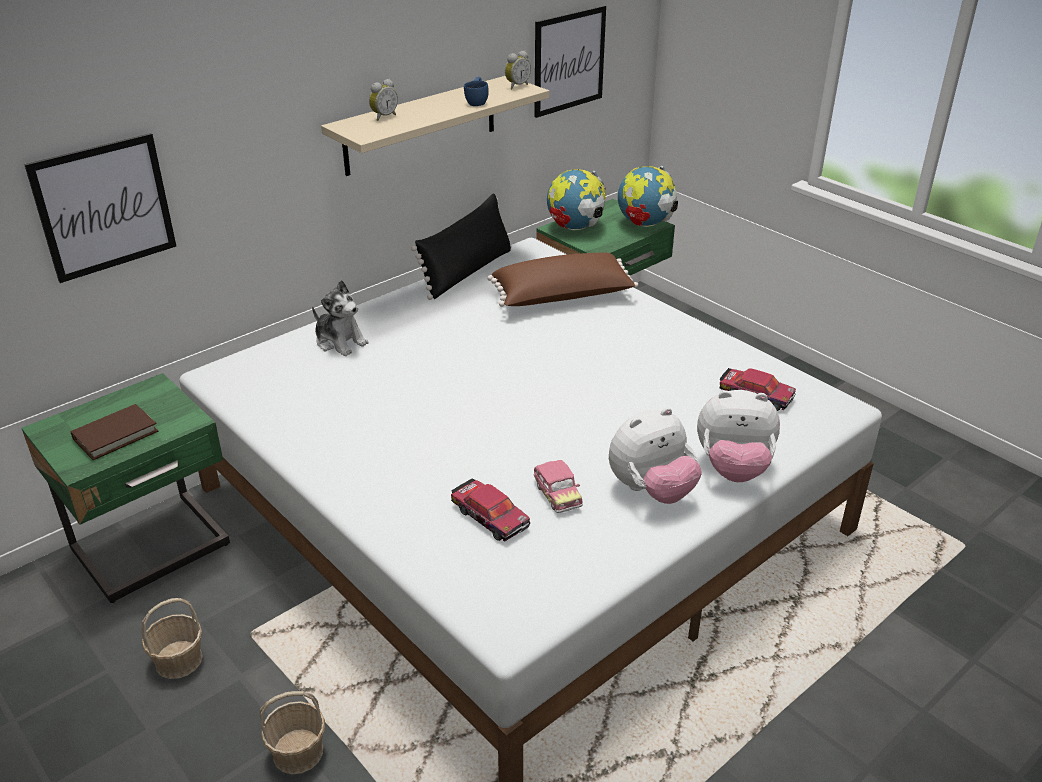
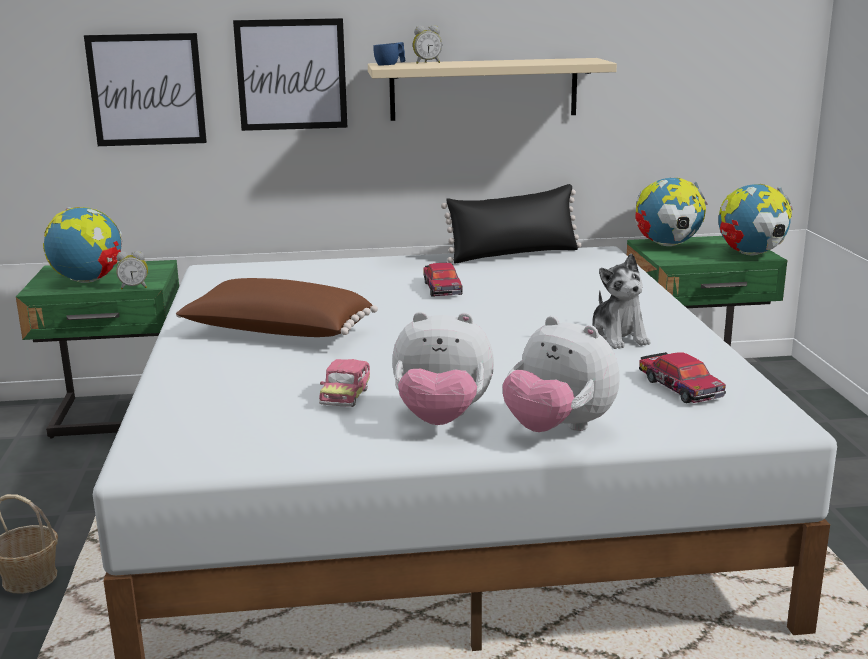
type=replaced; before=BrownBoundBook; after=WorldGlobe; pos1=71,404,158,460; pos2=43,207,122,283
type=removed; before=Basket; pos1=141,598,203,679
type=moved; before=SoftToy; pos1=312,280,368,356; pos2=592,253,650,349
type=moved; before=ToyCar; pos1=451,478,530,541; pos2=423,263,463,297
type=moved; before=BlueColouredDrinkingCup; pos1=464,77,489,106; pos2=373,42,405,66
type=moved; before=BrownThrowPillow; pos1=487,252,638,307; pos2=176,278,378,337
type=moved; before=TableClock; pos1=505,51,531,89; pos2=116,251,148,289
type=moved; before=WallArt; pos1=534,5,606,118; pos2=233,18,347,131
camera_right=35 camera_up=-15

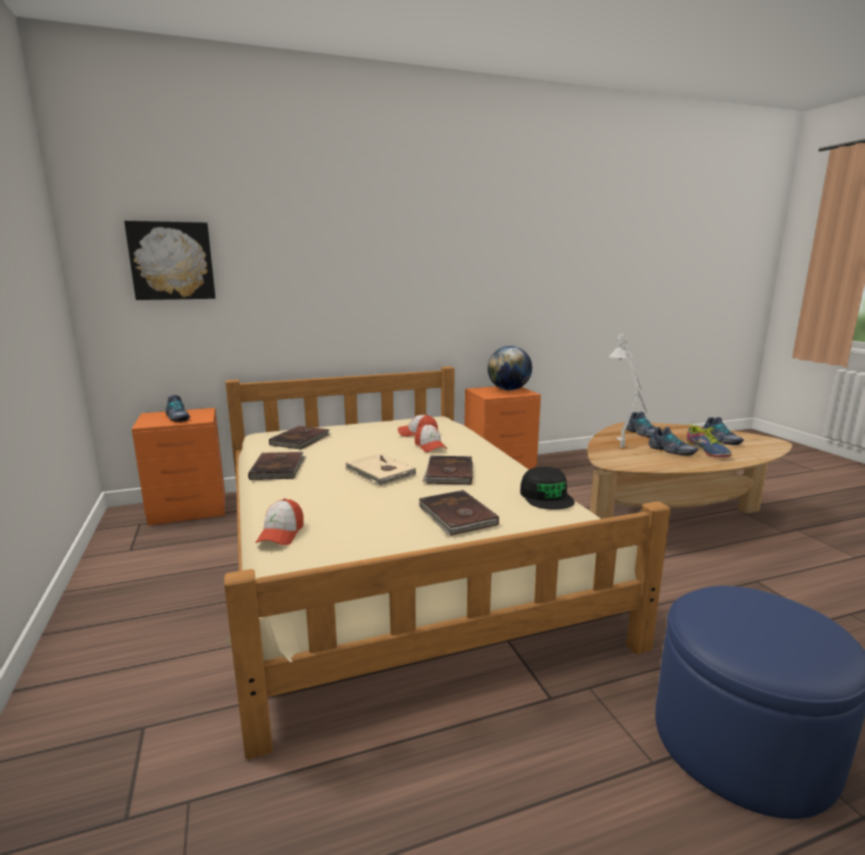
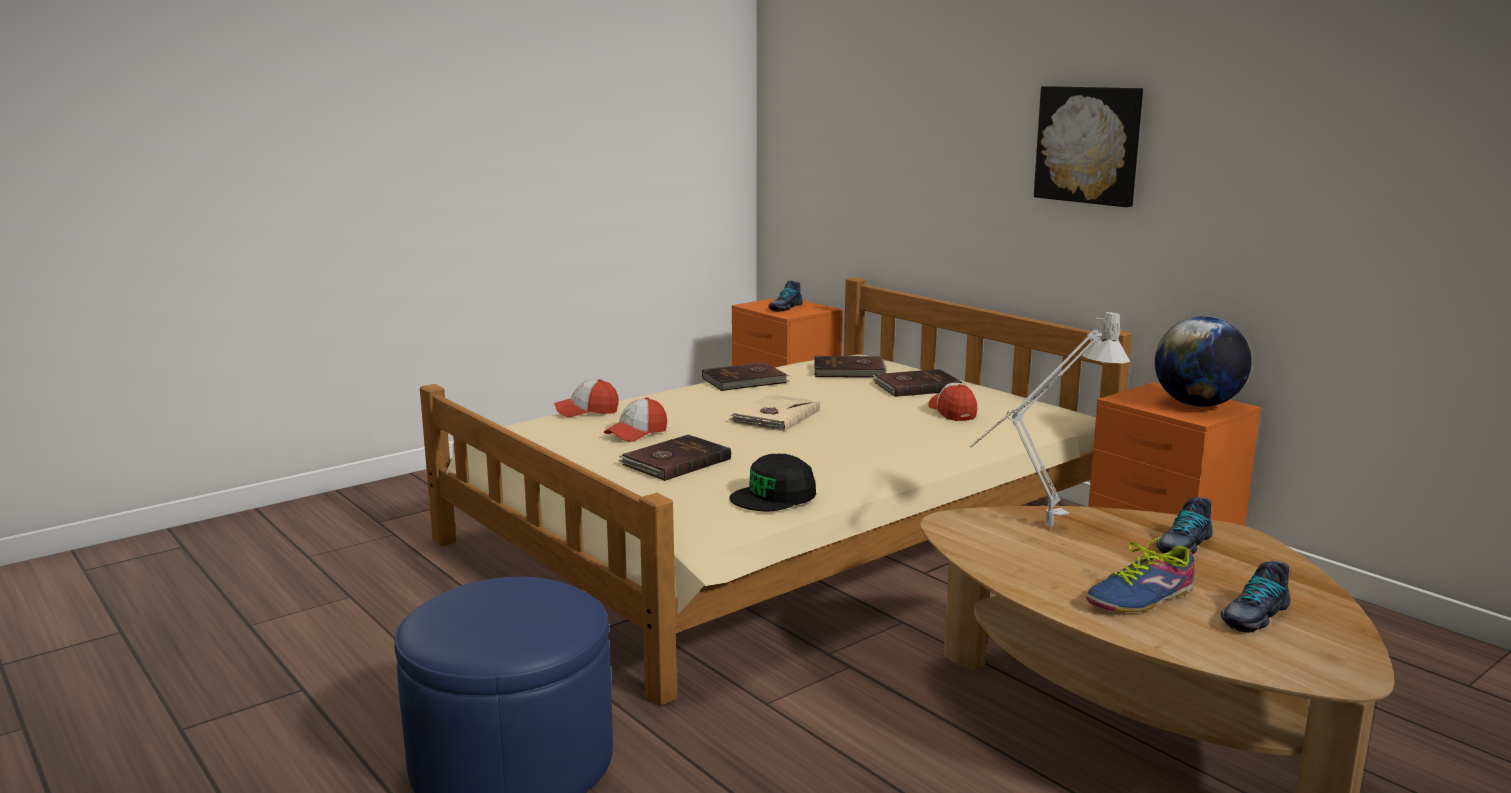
type=moved; before=WallArt; pos1=124,221,216,300; pos2=1034,86,1143,207
type=moved; before=PeakedCap; pos1=415,424,447,452; pos2=604,397,667,442
type=moved; before=BrownBoundBook; pos1=422,456,473,485; pos2=872,369,962,397
type=removed; before=Shoe; pos1=648,427,698,456
camera_right=70 camera_up=0

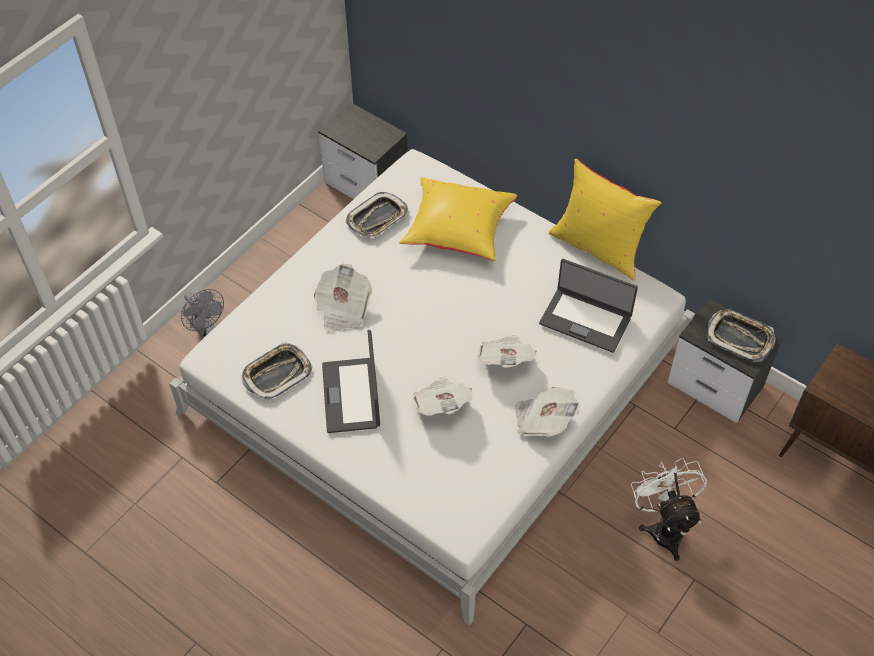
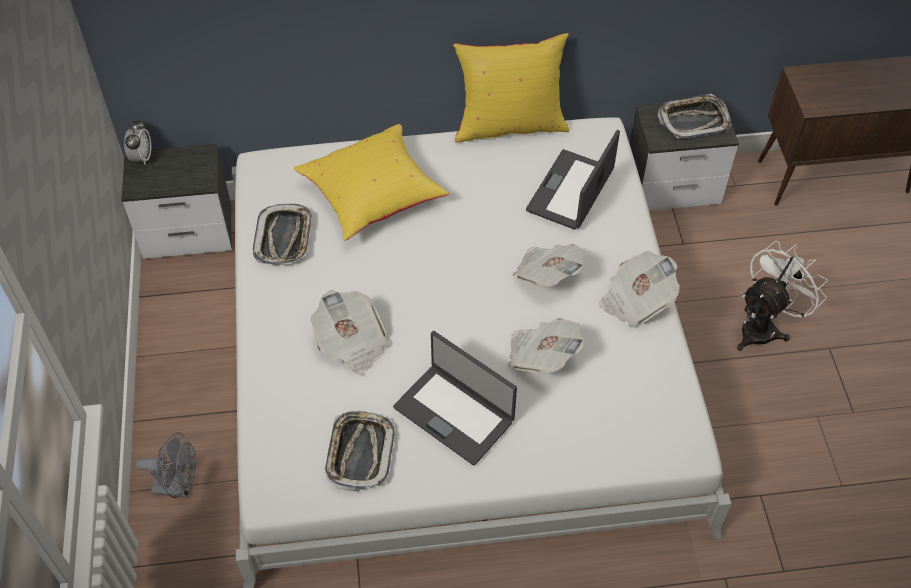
type=turned; before=Laptop; pos1=539,259,638,353; pos2=526,130,620,230; turn=135
type=turned; before=WhiteColouredFan; pos1=631,457,707,561; pos2=737,241,828,351; turn=105
type=added; after=TableClock; pos2=124,119,151,165
camera_right=-45 camera_up=0

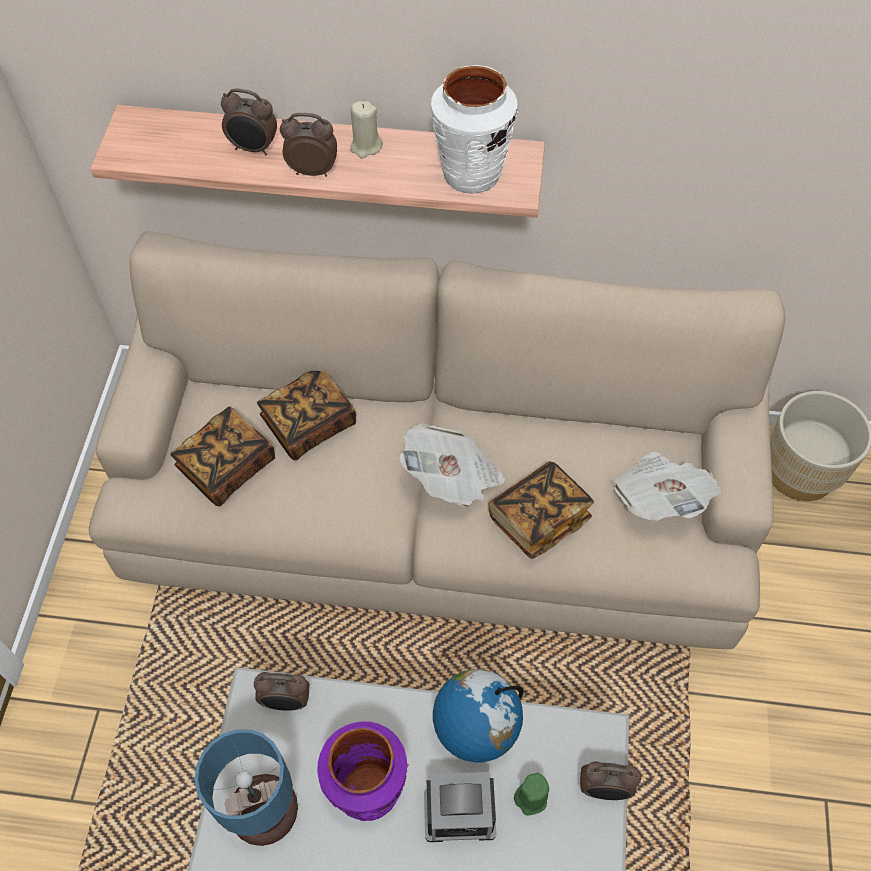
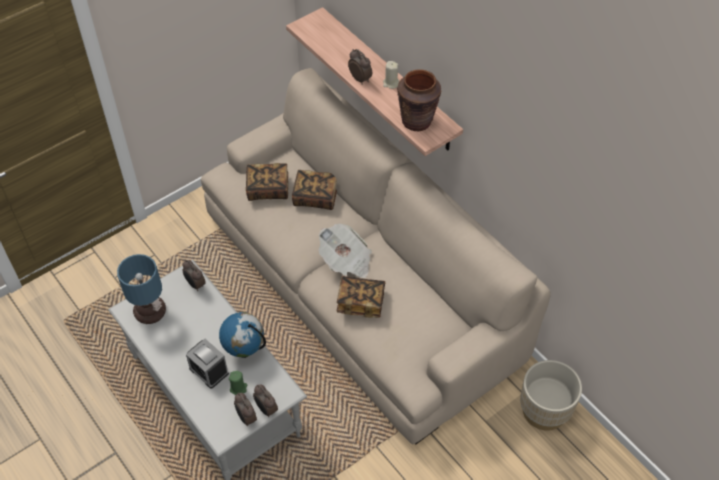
type=moved; before=TableClock; pos1=221,88,277,156; pos2=234,393,257,426
type=removed; before=PurpleColouredFlowerVase; pos1=317,721,409,821
type=recoloured; before=WhiteColouredFlowerVase; after=BrownFlowerVase; pos1=431,65,518,194; pos2=397,69,441,131
type=removed; before=DailyPaper; pos1=611,452,721,521
camera_right=45 camera_up=-5

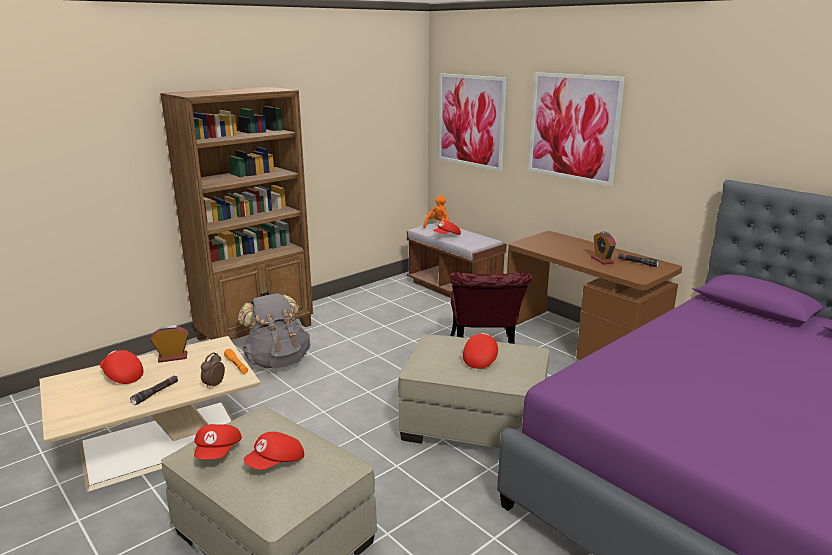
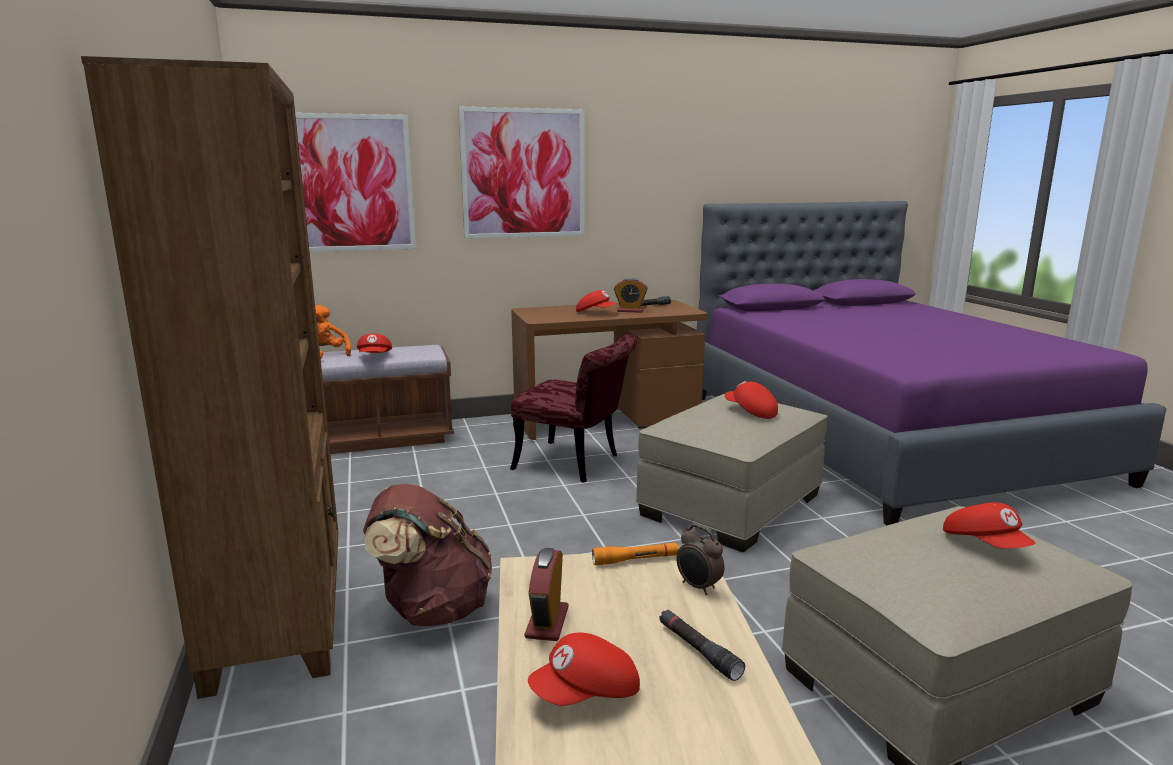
type=moved; before=RedPeakedCap; pos1=194,424,242,459; pos2=576,290,617,312
type=recoloured; before=GreyishKnapsack; after=BrownKnapsack; pos1=238,293,310,369; pos2=363,484,492,626
camera_right=-65 camera_up=-5

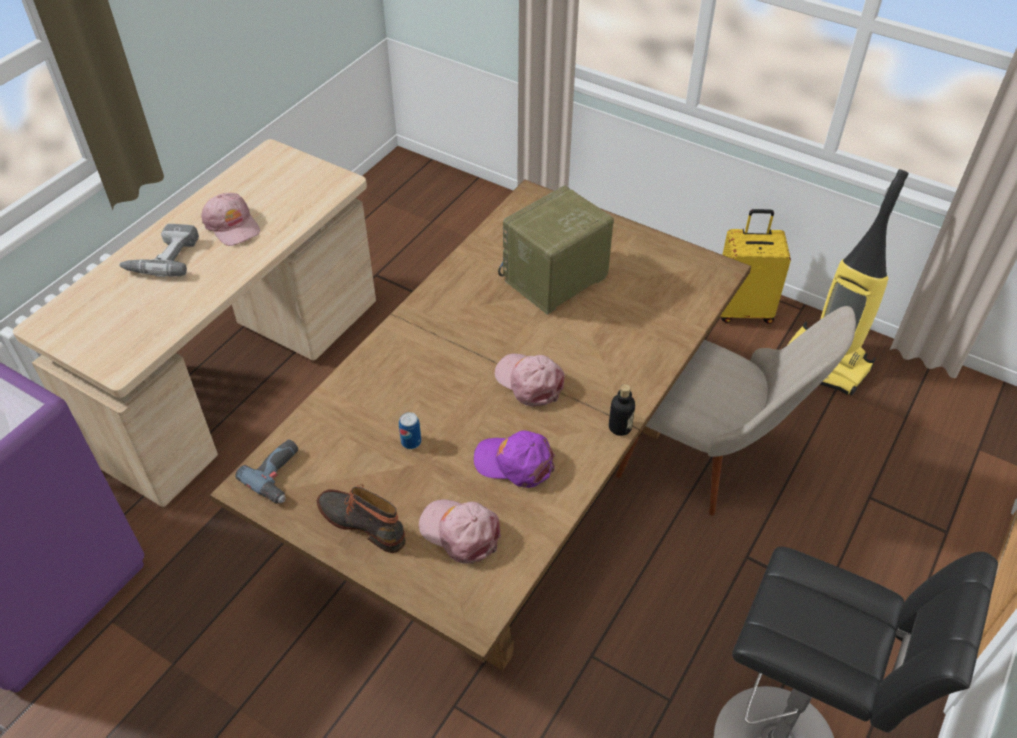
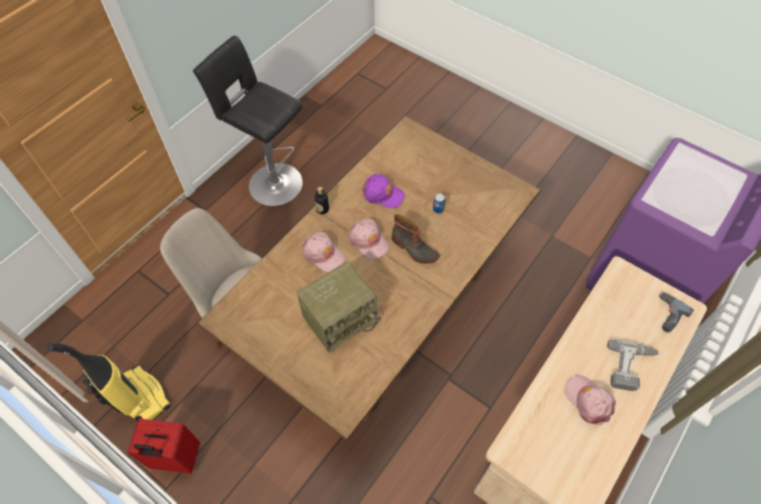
type=moved; before=PowerDrill; pos1=235,440,298,504; pos2=659,292,694,333
type=moved; before=HighTopBoot; pos1=317,484,406,553; pos2=392,214,440,264
type=moved; before=PinkishPeakedCap; pos1=419,499,501,564; pos2=302,231,345,272
type=recoloured; before=YellowColouredTravelCase; after=RedTravelCase; pos1=721,209,791,324; pos2=127,419,200,474
camera_right=-175 camera_up=10

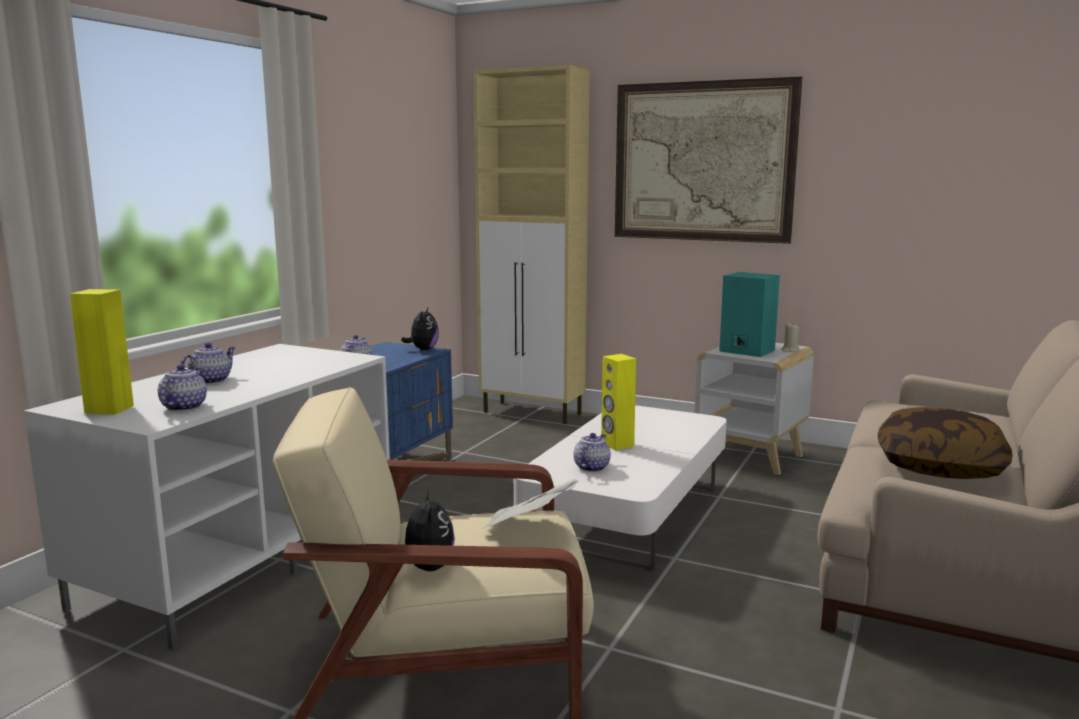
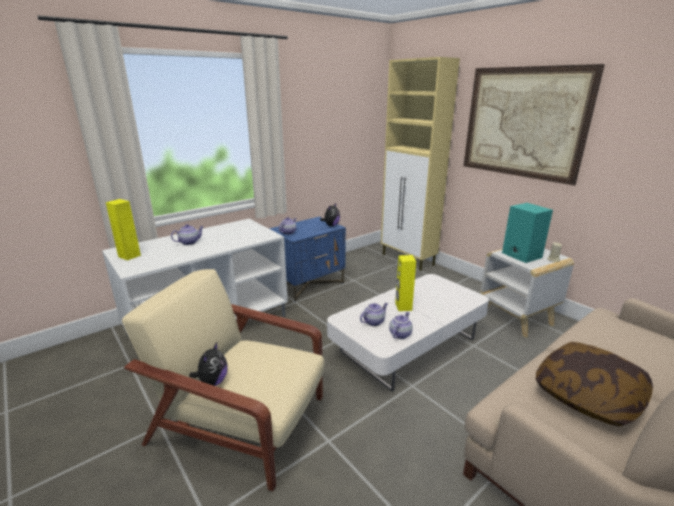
type=moved; before=PotForTea; pos1=158,364,207,411; pos2=389,312,413,339
type=removed; before=DailyPaper; pos1=482,478,578,529
camera_right=25 camera_up=10

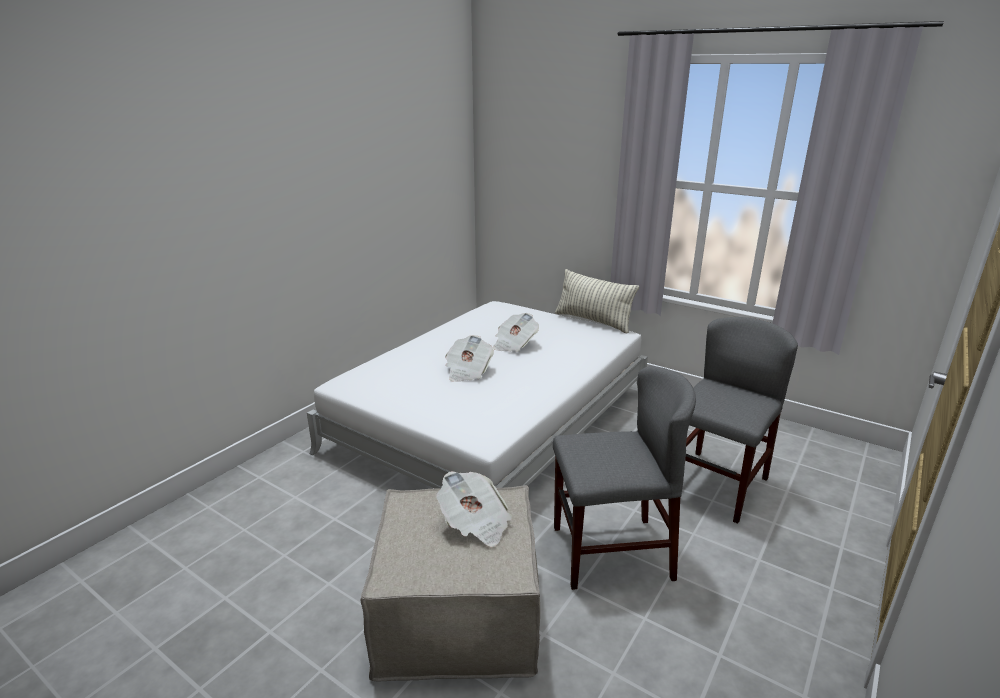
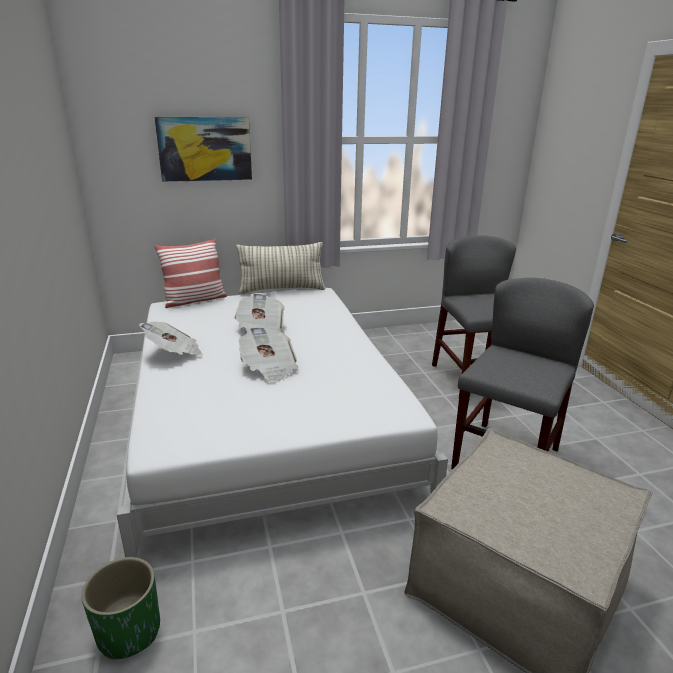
type=moved; before=DailyPaper; pos1=436,471,512,547; pos2=139,322,202,356
type=added; after=GreenColouredPlanter; pos2=81,557,160,659
type=added; after=WallArt; pos2=154,117,252,182
type=added; after=ThrowPillow; pos2=154,239,227,308
camera_right=-50 camera_up=0

